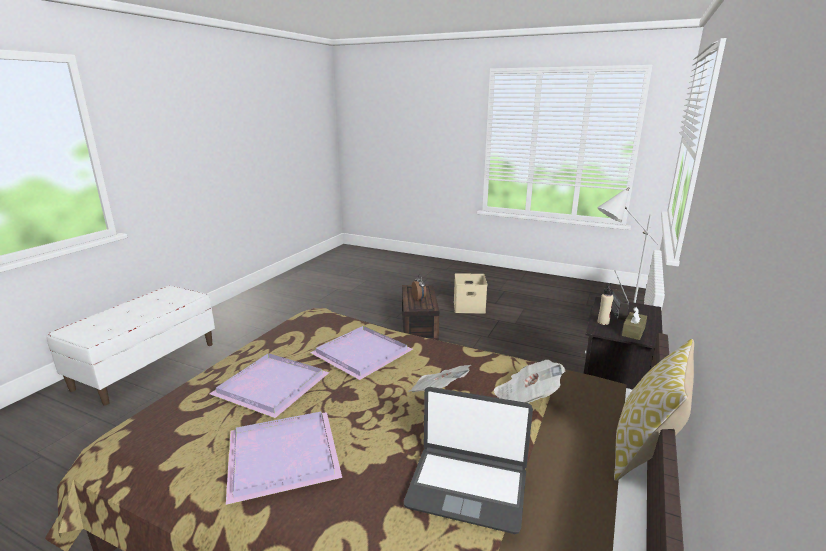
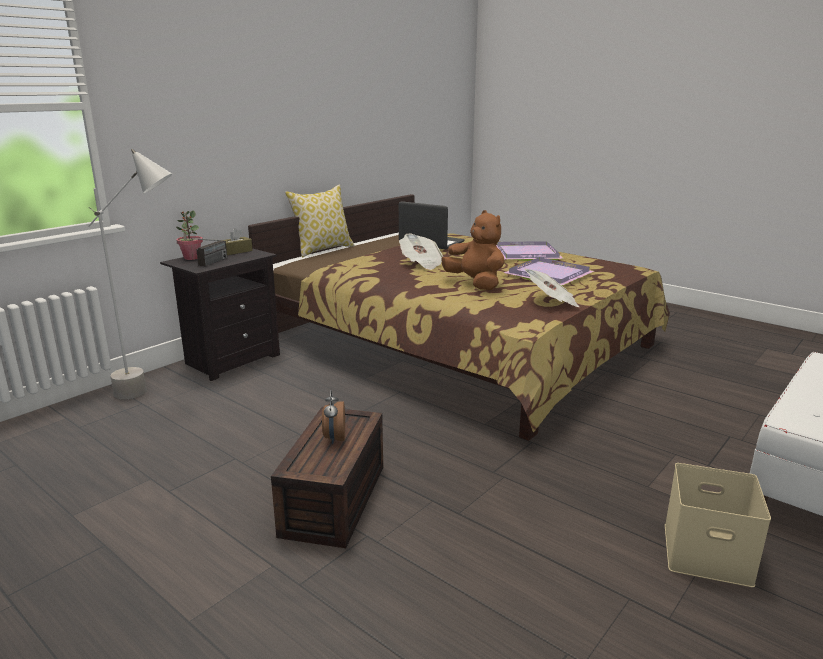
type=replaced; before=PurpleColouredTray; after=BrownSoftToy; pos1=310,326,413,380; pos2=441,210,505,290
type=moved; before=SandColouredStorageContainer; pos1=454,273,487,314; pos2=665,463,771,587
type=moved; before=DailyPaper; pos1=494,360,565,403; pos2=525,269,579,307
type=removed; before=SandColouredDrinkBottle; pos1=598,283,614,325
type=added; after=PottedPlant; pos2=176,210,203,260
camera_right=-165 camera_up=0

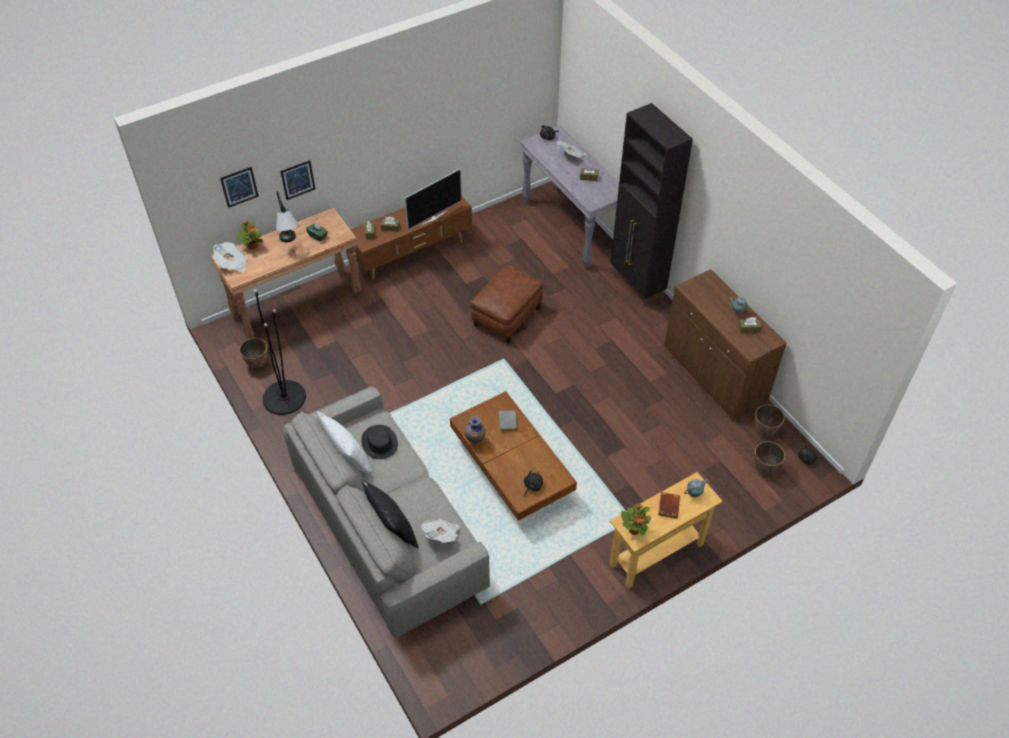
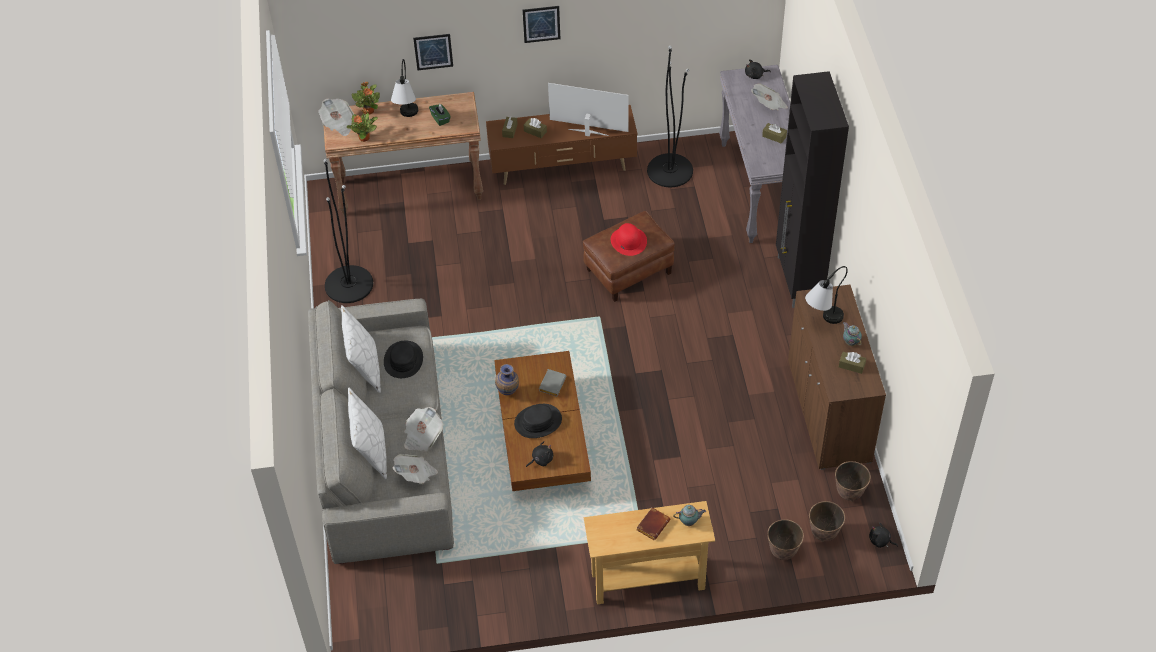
type=moved; before=WallArt; pos1=220,167,259,208; pos2=522,6,560,43
type=moved; before=Planter; pos1=239,338,267,369; pos2=767,519,804,560
type=recoloured; before=BlackColouredThrowPillow; after=WhiteColouredThrowPillow; pos1=361,479,418,548; pos2=348,388,387,479
type=turned; before=Tv; pos1=404,168,462,230; pos2=548,83,629,136; turn=-150
type=moved; before=PottedPlant; pos1=621,504,651,536; pos2=347,109,378,142
type=added; after=DailyPaper; pos2=404,407,443,452
type=added; after=BlackColouredClothingHat; pos2=514,404,562,438
type=added; after=RedClothingHat; pos2=611,223,647,256
type=added; after=BlackColouredStandardLamp; pos2=647,46,693,187
type=added; after=TableLamp; pos2=805,266,848,324
camera_right=25 camera_up=0

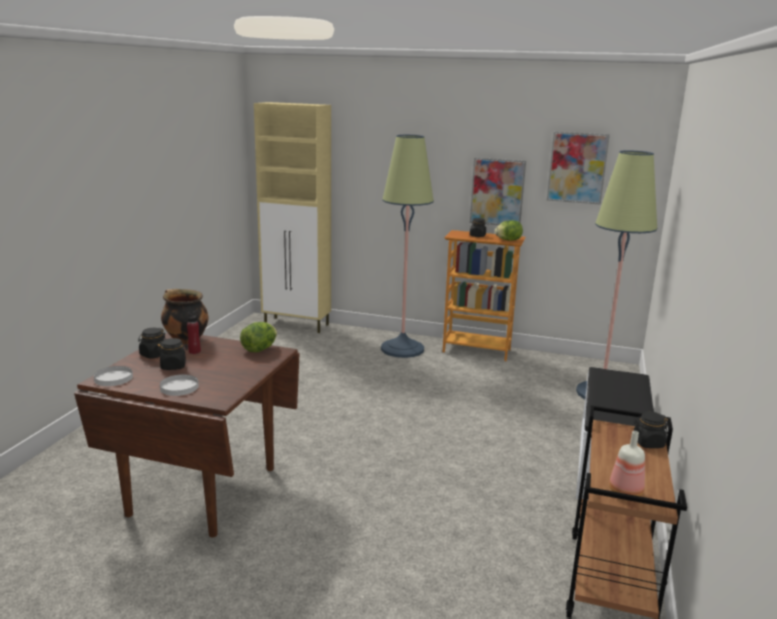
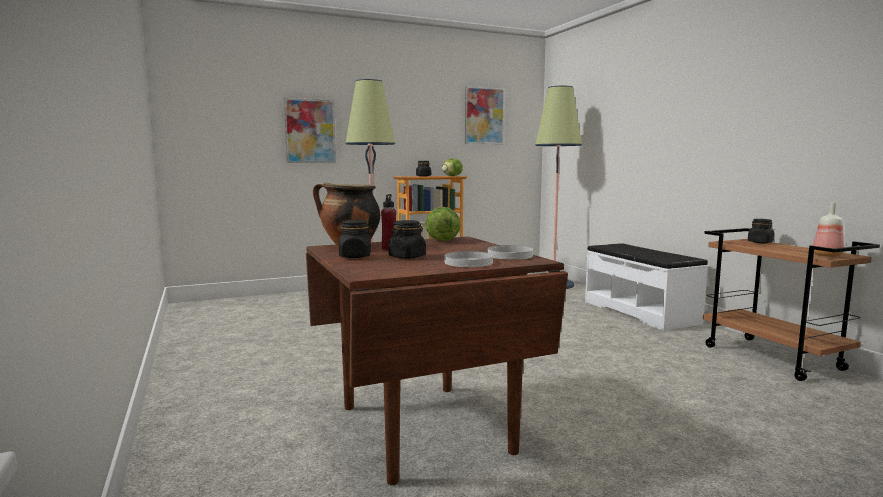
type=moved; before=WhiteColouredDinnerPlate; pos1=94,366,133,386; pos2=488,245,533,260
type=removed; before=SandColouredStorageCabinet; pos1=254,102,331,333
type=moved; before=WallArt; pos1=470,158,526,225; pos2=284,98,336,163
camera_right=-40 camera_up=-10

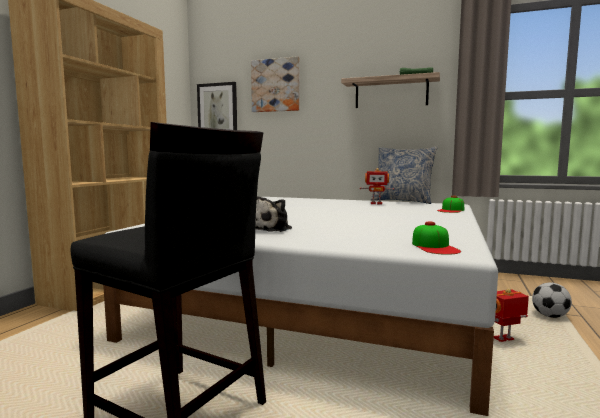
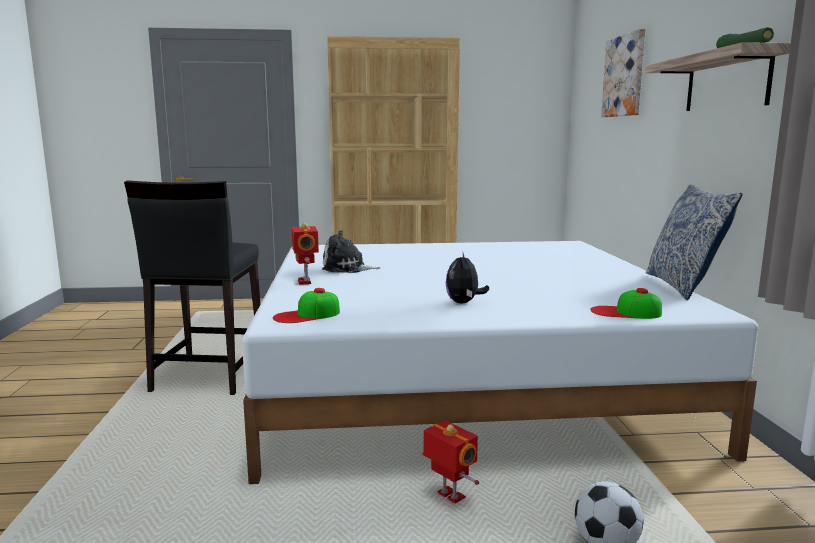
type=removed; before=WallArt; pos1=197,82,237,130
type=moved; before=RobotFigure; pos1=360,168,394,205; pos2=292,223,319,285
type=added; after=SoftToy; pos2=446,253,489,303
camera_right=65 camera_up=5

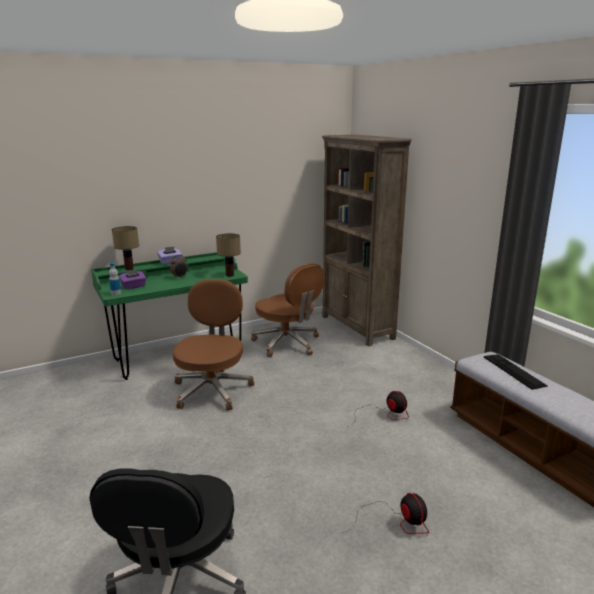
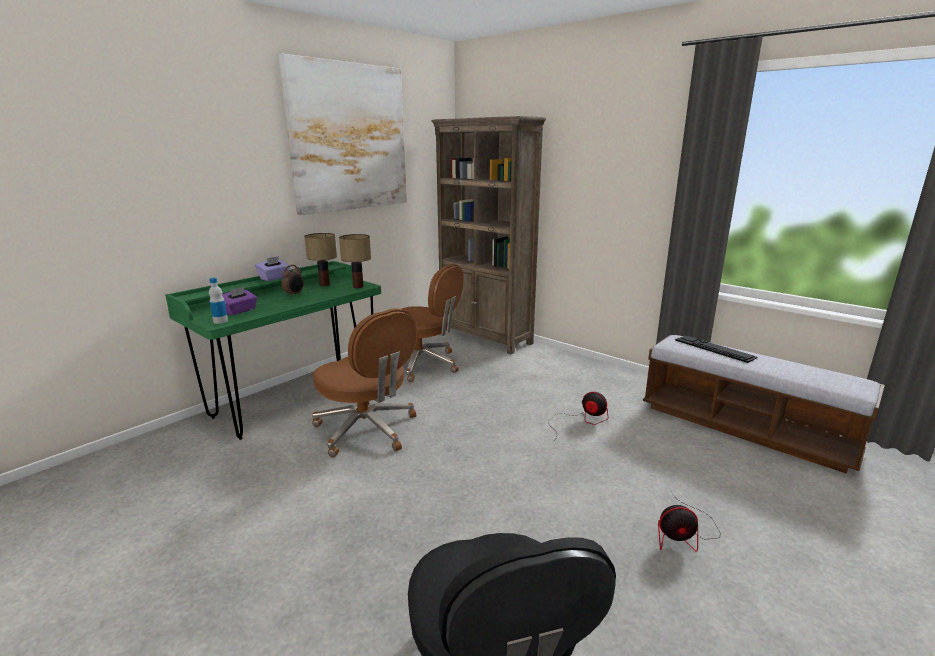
type=moved; before=TableLamp; pos1=112,226,139,270; pos2=304,233,337,286
type=turned; before=BrownOfficeChair; pos1=173,279,254,411; pos2=312,308,417,457; turn=150
type=turned; before=Fan; pos1=340,493,429,534; pos2=658,491,720,552; turn=135
type=added; after=WallArt; pos2=278,53,407,215
camera_right=-20 camera_up=0

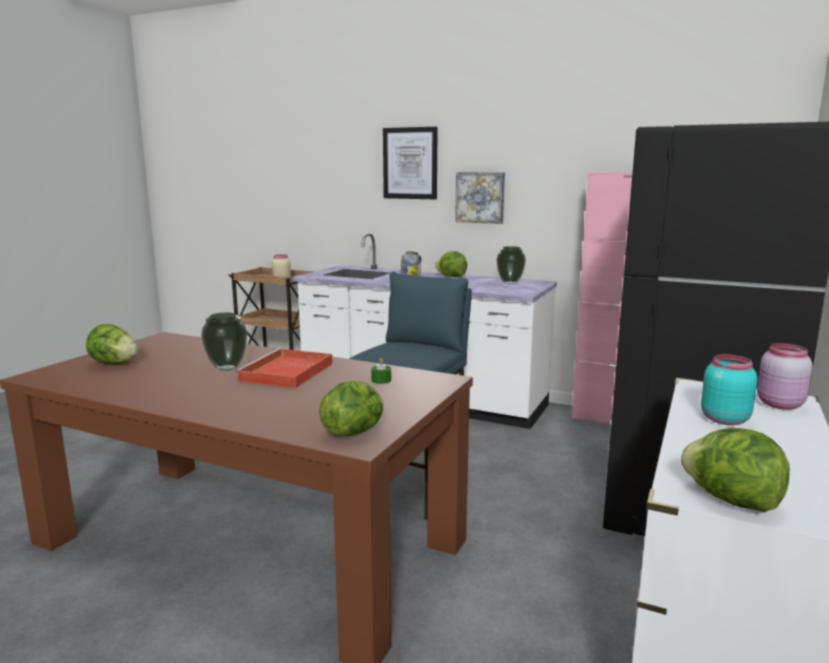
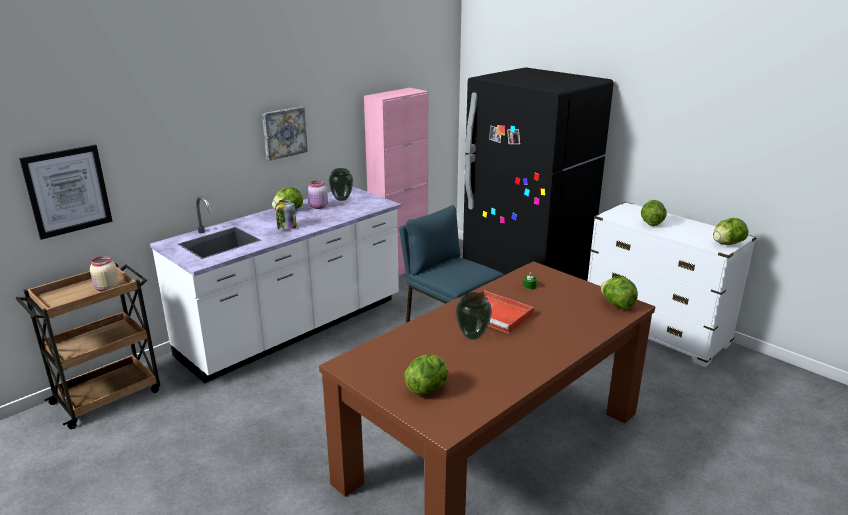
type=moved; before=WallArt; pos1=383,127,438,199; pos2=19,145,113,240
type=replaced; before=BlueGreenPreserveJar; after=Lettuce; pos1=701,354,758,425; pos2=641,200,667,226
type=moved; before=PinkishPreserveJar; pos1=757,343,812,410; pos2=308,180,328,209
camera_right=-70 camera_up=10

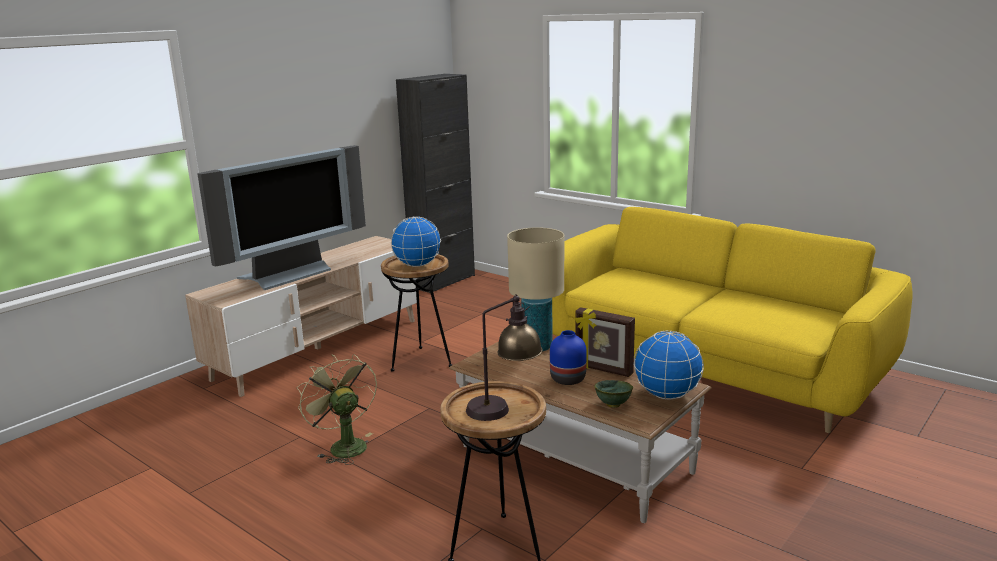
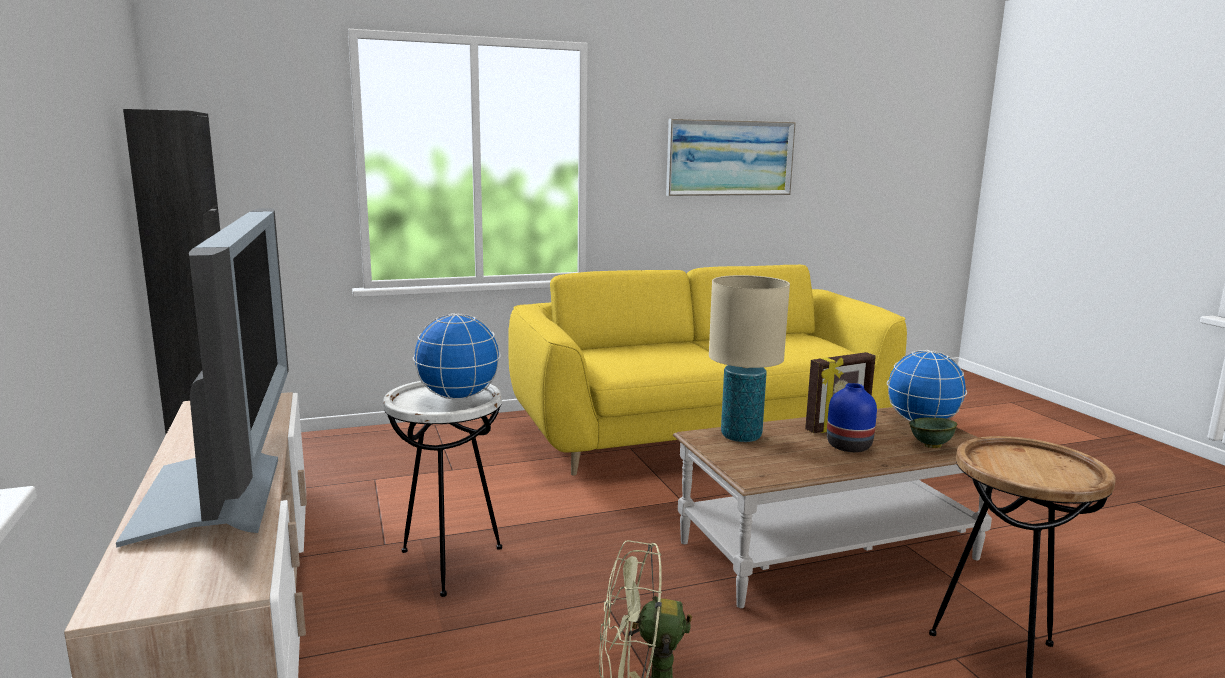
type=recoloured; before=BrownAccentTable; after=WhiteColouredAccentTable; pos1=381,254,452,372; pos2=383,381,502,597
type=removed; before=TableLamp; pos1=466,294,543,421
type=added; after=WallArt; pos2=666,119,796,196
camera_right=-60 camera_up=-5

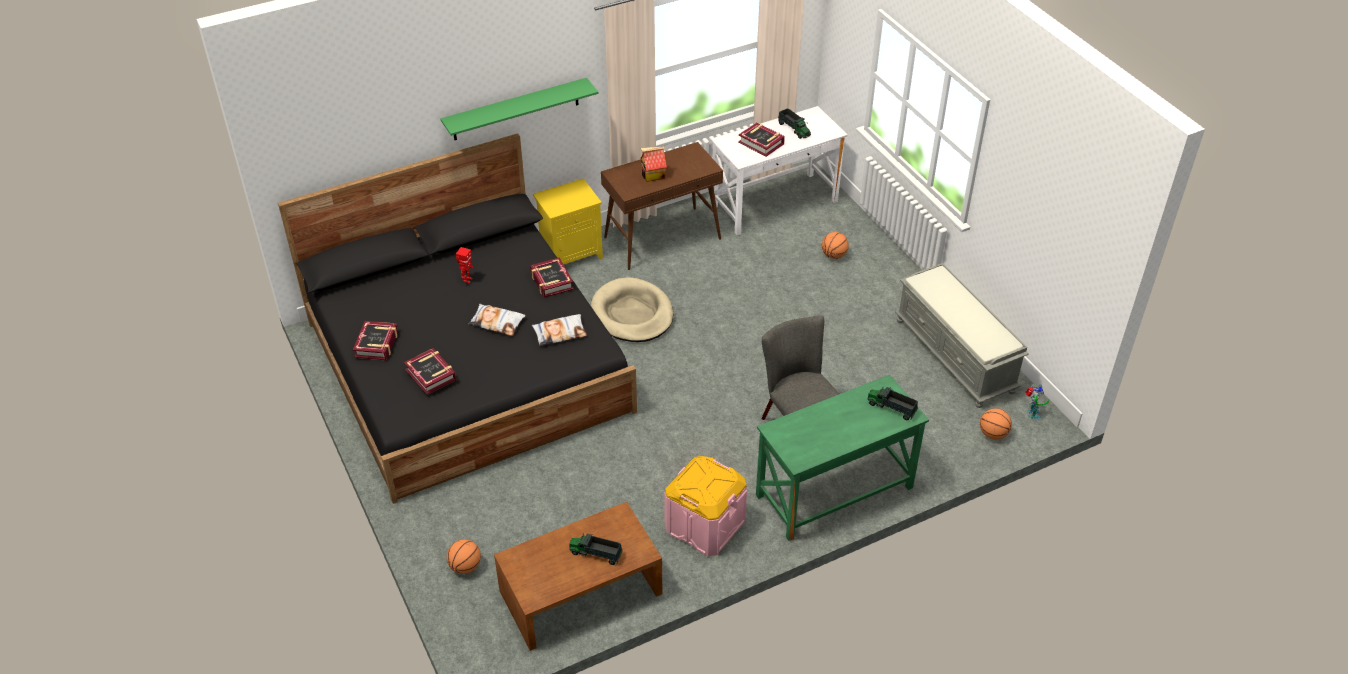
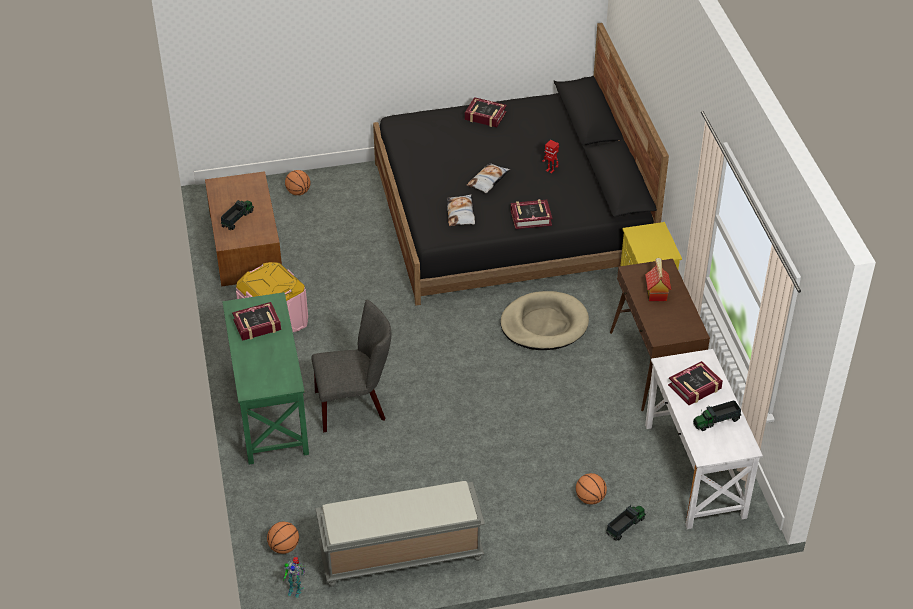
type=moved; before=BoundBook; pos1=404,348,456,395; pos2=232,302,281,341
type=removed; before=GreenColouredWallShelf; pos1=440,78,599,140
type=moved; before=ToyTruck; pos1=868,387,918,421; pos2=606,505,646,541
camera_right=105 camera_up=0

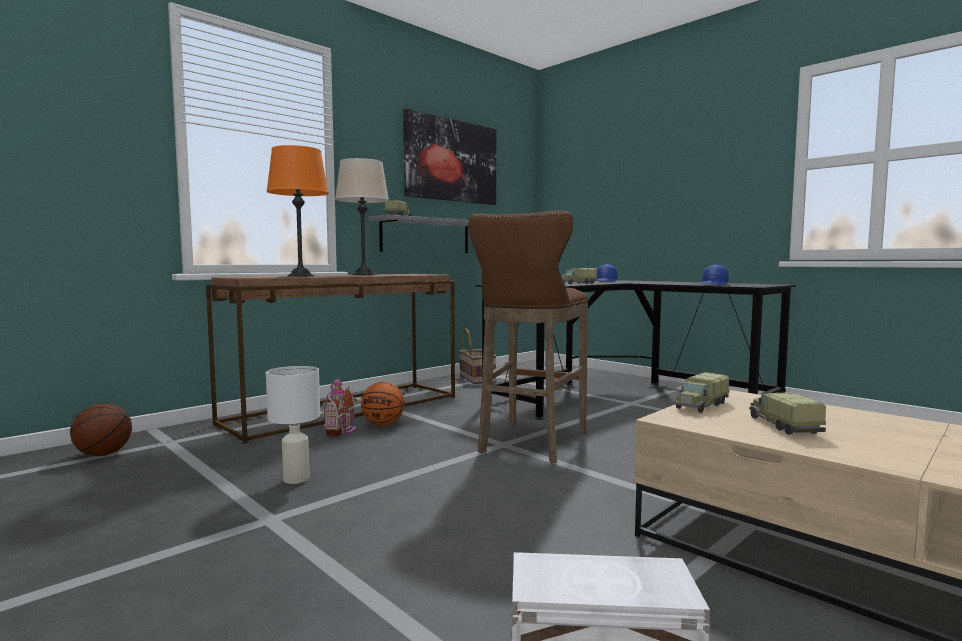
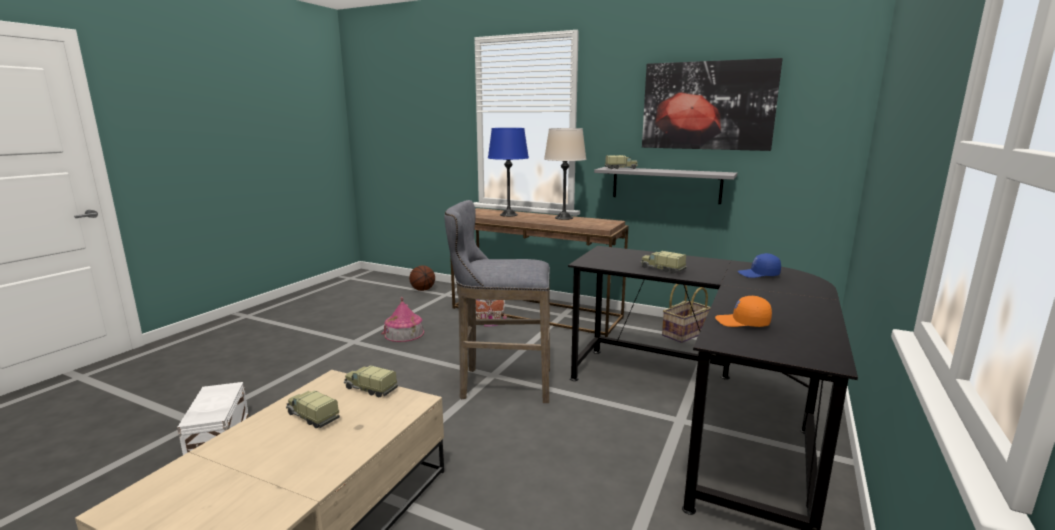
type=recoloured; before=OrangeColouredTableLamp; after=BlueColouredTableLamp; pos1=266,145,329,277; pos2=488,128,529,217
type=replaced; before=WhiteColouredTableLamp; after=MiniatureHouse; pos1=266,366,320,484; pos2=381,297,424,342
type=removed; before=BallForBasketball; pos1=361,382,405,426
type=recoloured; before=BrownSittingStool; after=GreyishSittingStool; pos1=468,210,589,463; pos2=444,200,550,403
type=recoloured; before=BlueColouredPeakedCap; after=OrangeColouredPeakedCap; pos1=700,264,729,285; pos2=715,296,772,327
type=turned; before=ToyTruck; pos1=749,392,826,435; pos2=286,391,340,428; turn=-120
camera_right=70 camera_up=10

